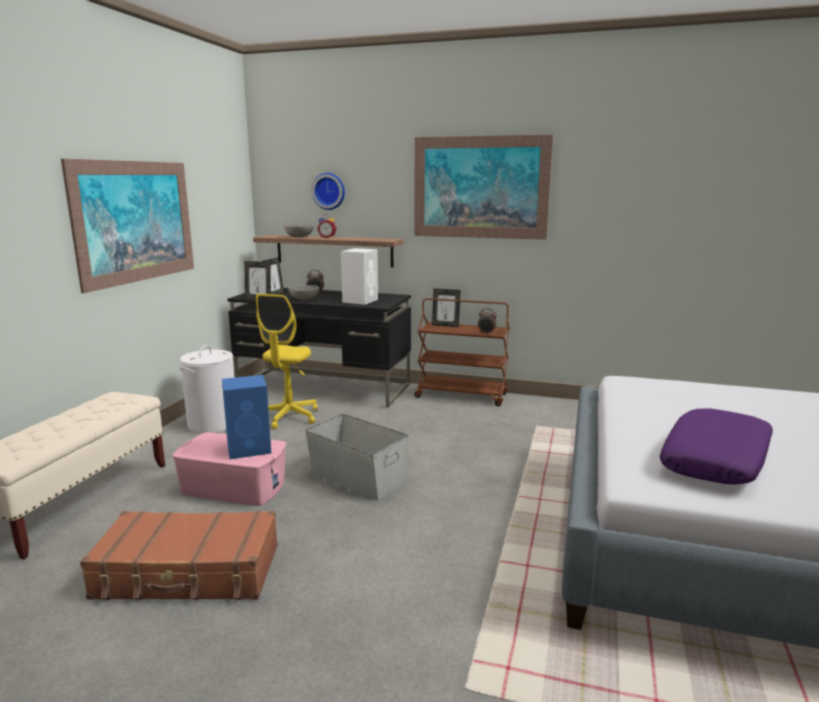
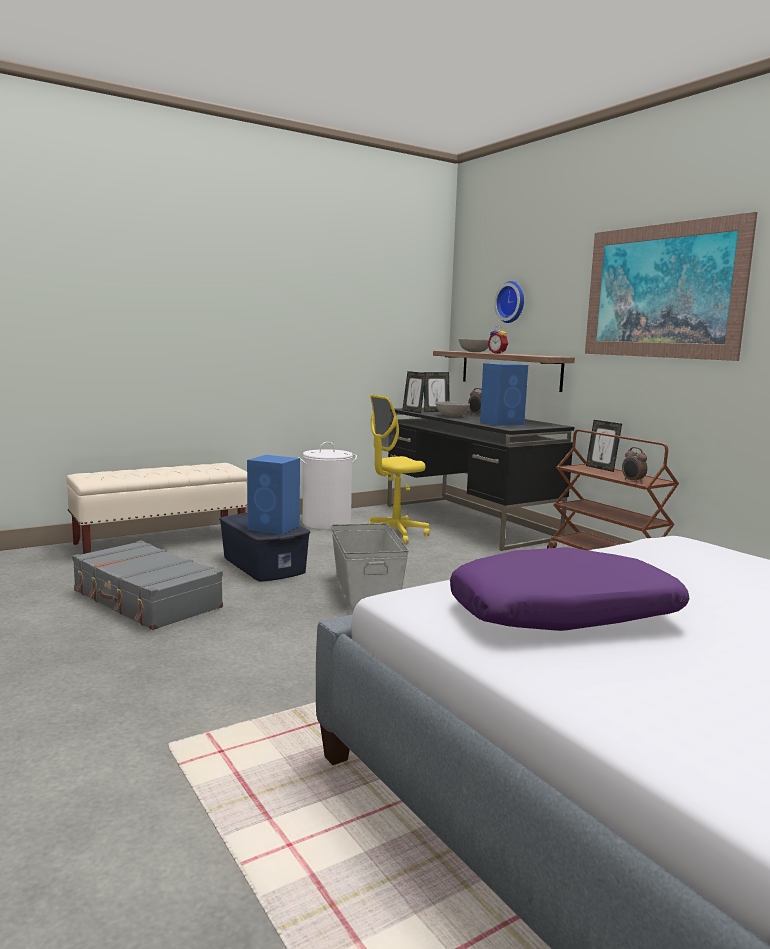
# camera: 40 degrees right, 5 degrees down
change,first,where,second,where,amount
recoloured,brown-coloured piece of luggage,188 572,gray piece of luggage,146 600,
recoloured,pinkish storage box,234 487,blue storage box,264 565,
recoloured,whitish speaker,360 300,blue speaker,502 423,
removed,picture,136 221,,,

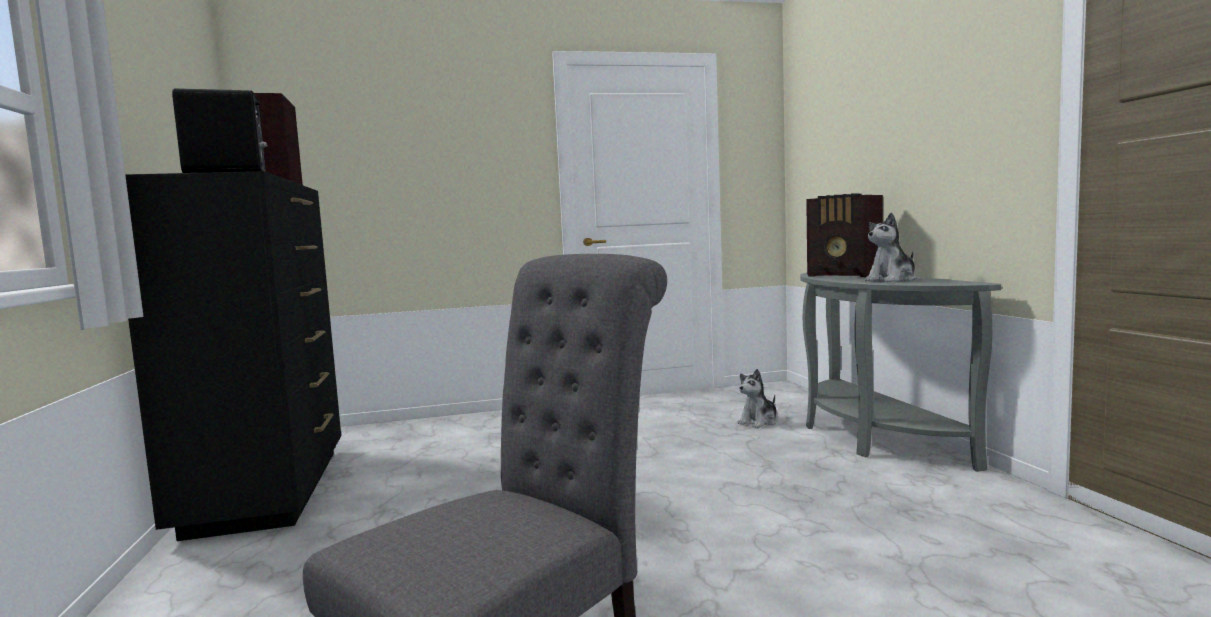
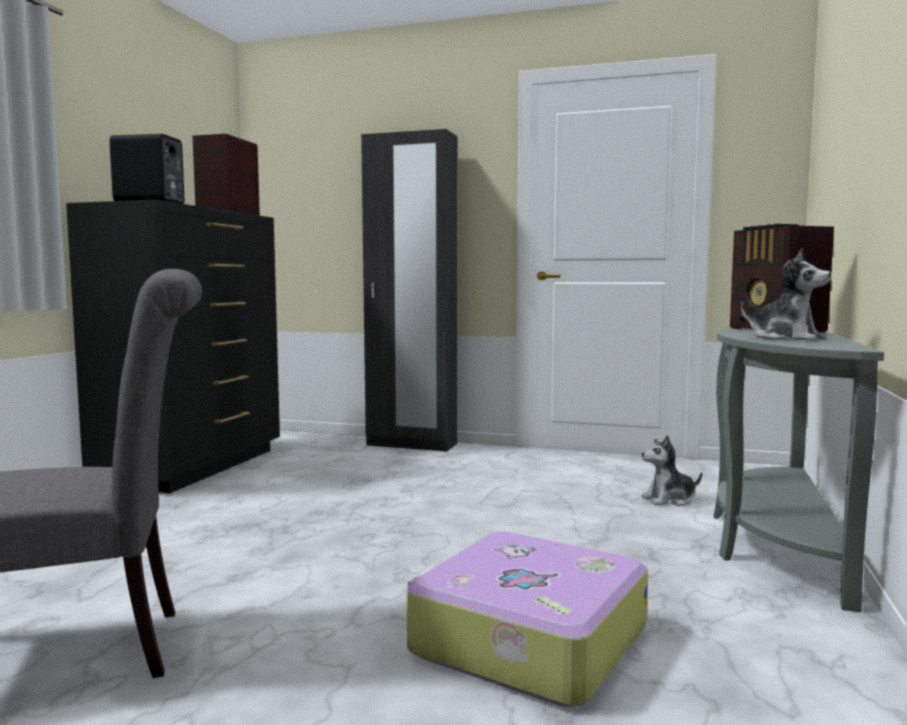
# camera: 30 degrees right, 0 degrees up
change,first,where,second,where,amount
added,,,black-coloured clothes cupboard,411 445,
added,,,piece of luggage,526 640,
turned,soft toy,892 280,,785 338,135 degrees counterclockwise

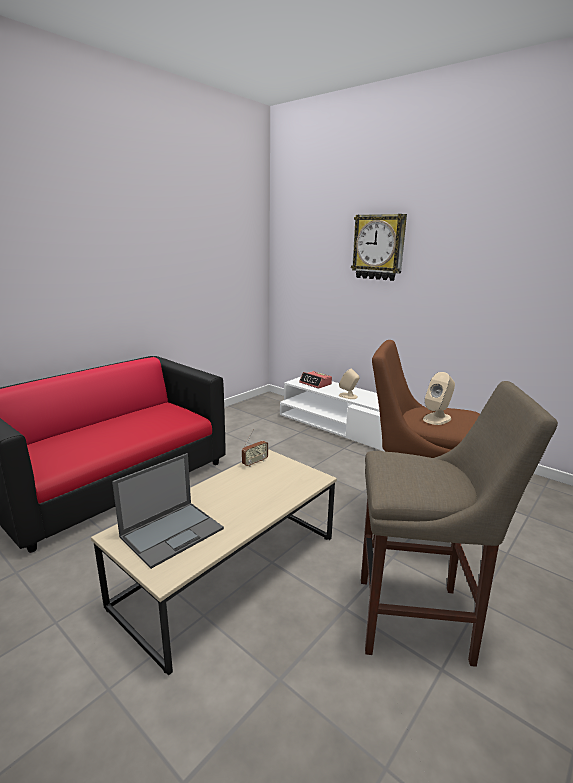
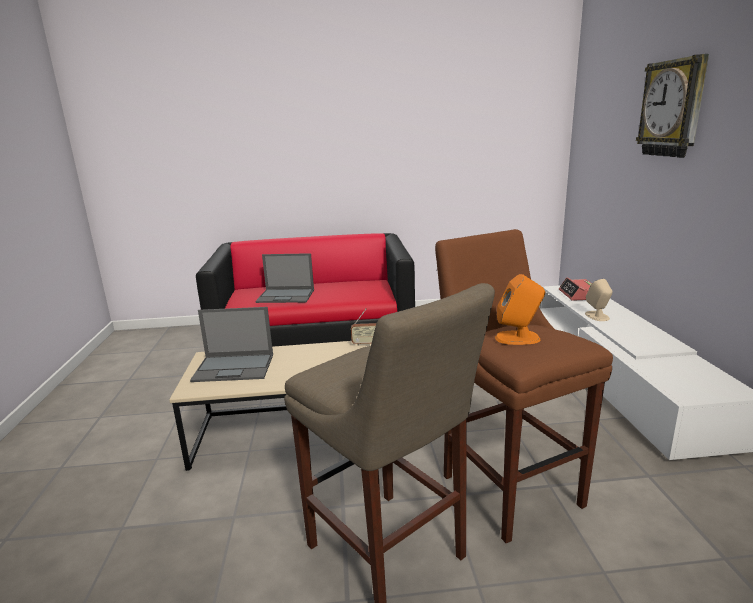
# camera: 45 degrees right, 0 degrees up
change,first,where,second,where,amount
added,,,laptop,286 296,
recoloured,beige speaker,437 418,orange speaker,518 338,

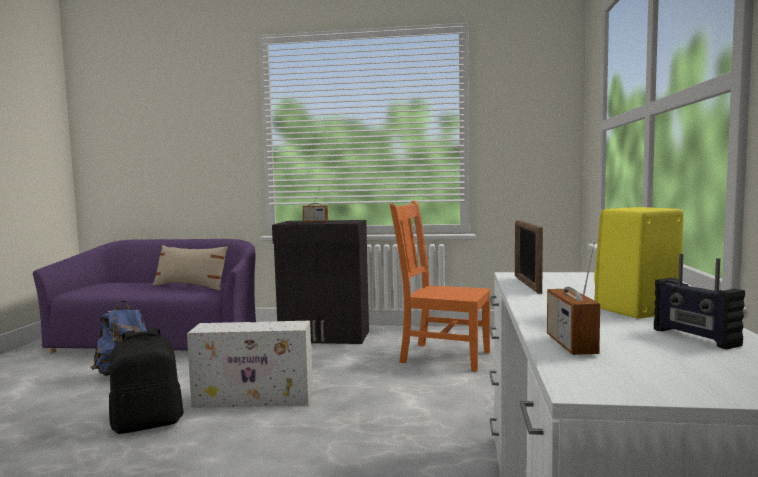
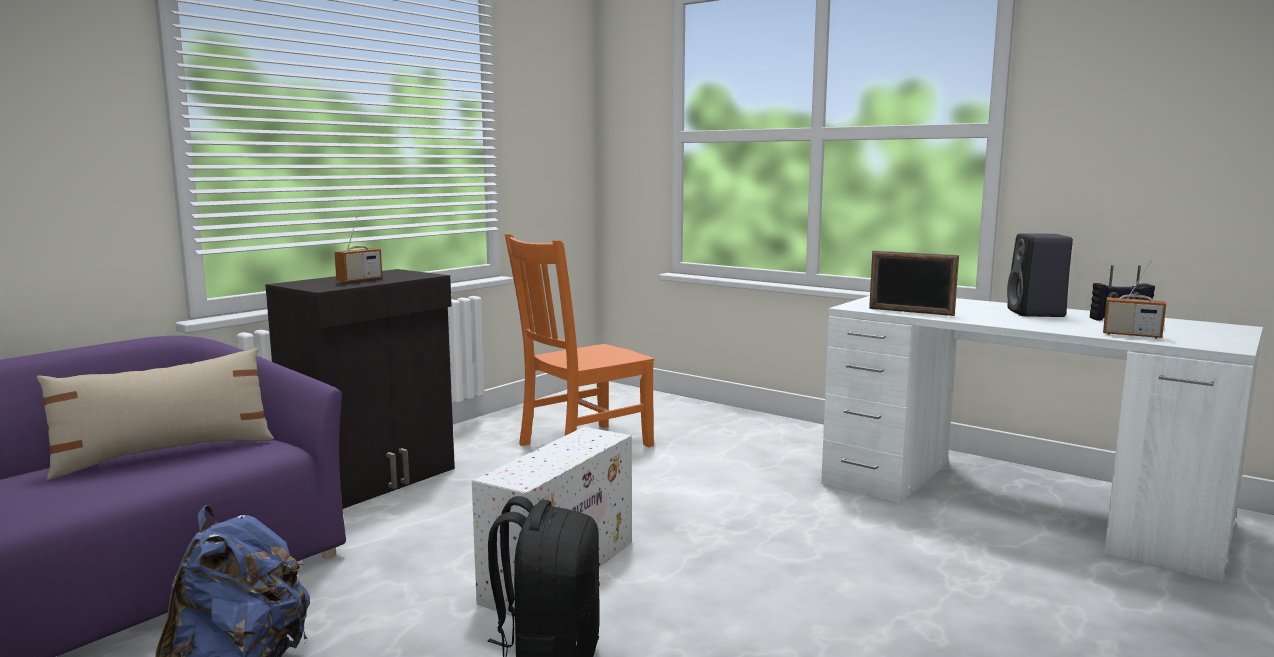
# camera: 60 degrees left, 5 degrees up
change,first,where,second,where,amount
recoloured,yellow speaker,635 310,black-coloured speaker,1037 313,

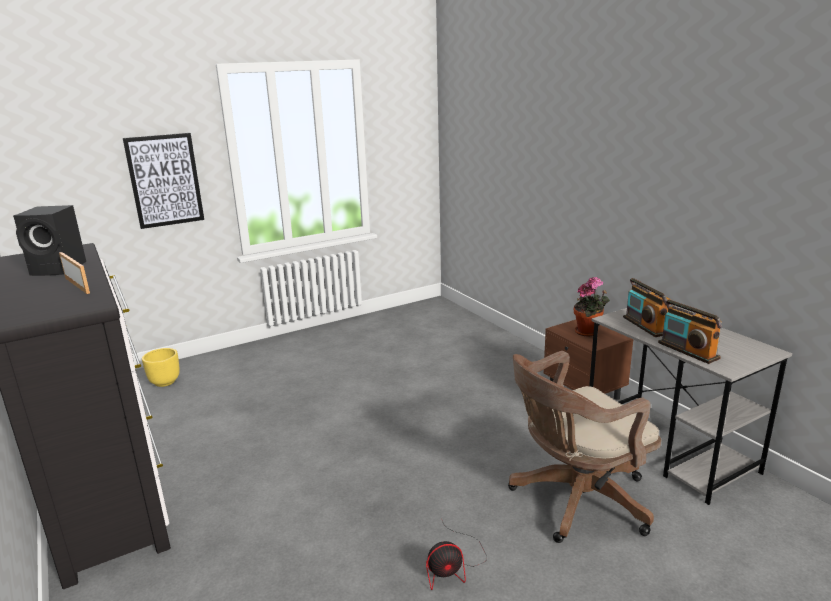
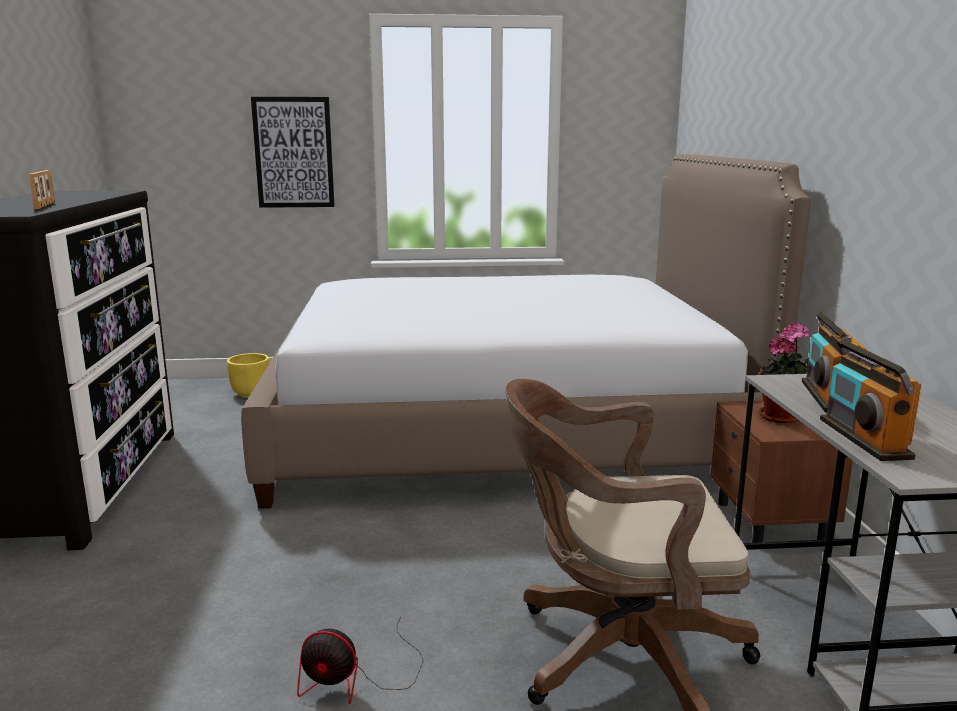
# camera: 25 degrees right, 5 degrees down
change,first,where,second,where,amount
added,,,bed,502 431,
removed,black-coloured speaker,60 269,,,

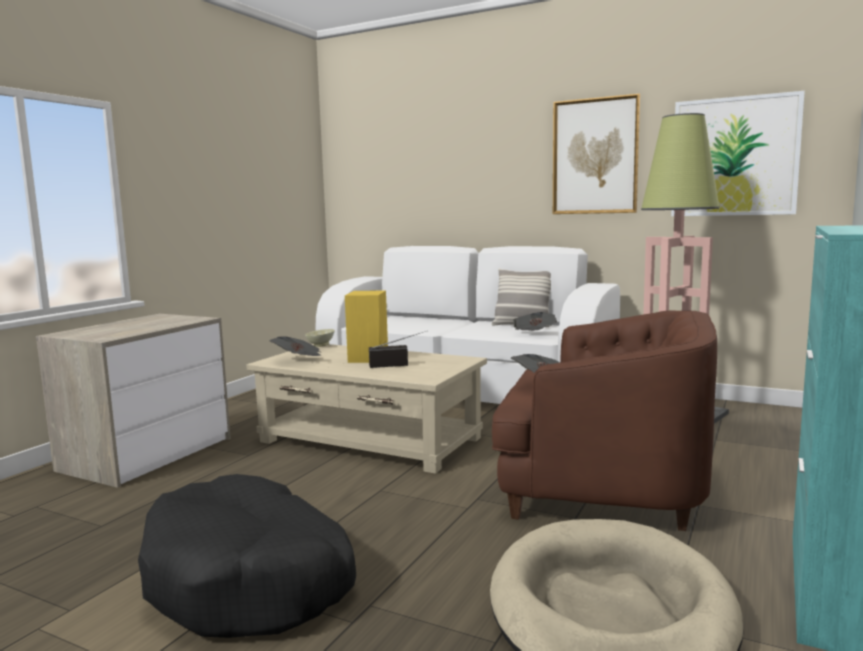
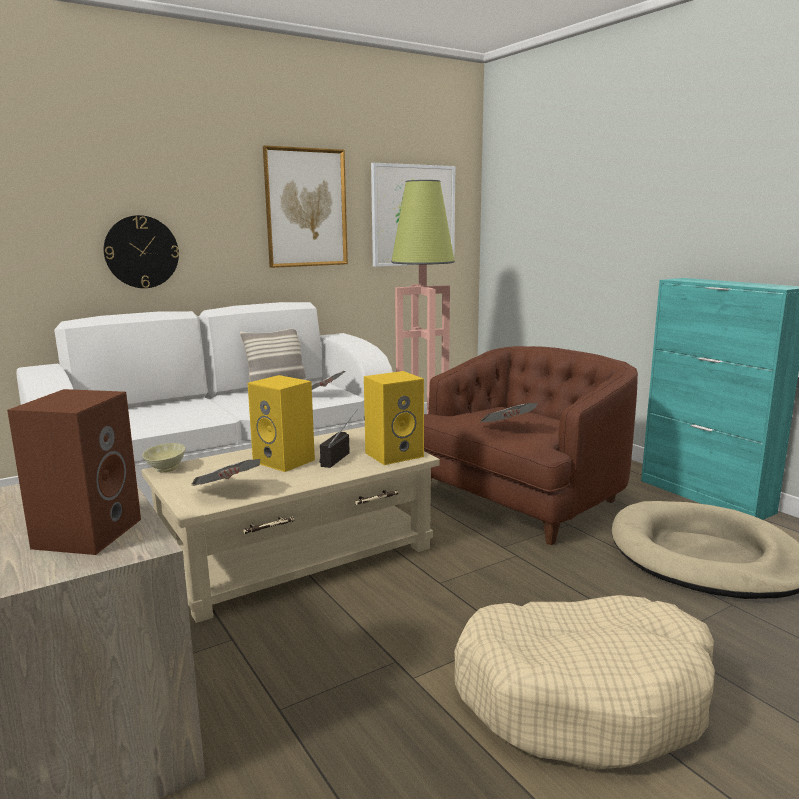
# camera: 60 degrees left, 5 degrees up
change,first,where,second,where,amount
added,,,brown-coloured speaker,87 532,
added,,,clock on the wall,141 252,
added,,,yellow speaker,395 454,
recoloured,black-coloured pet bed,249 579,beige pet bed,584 696,

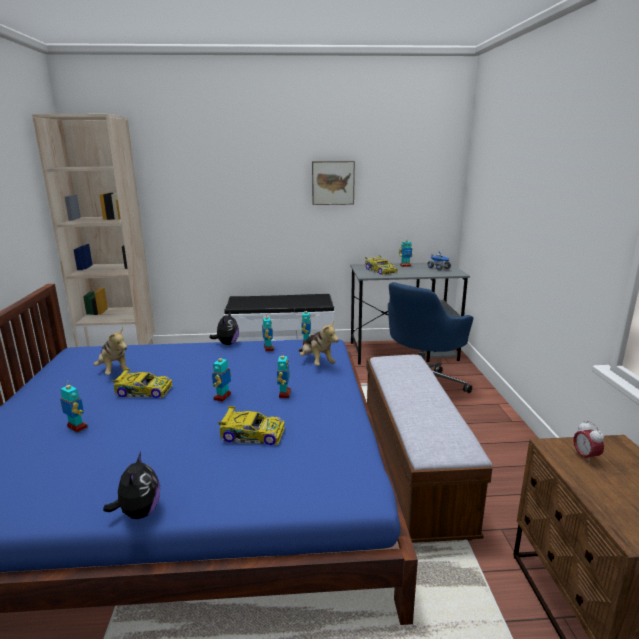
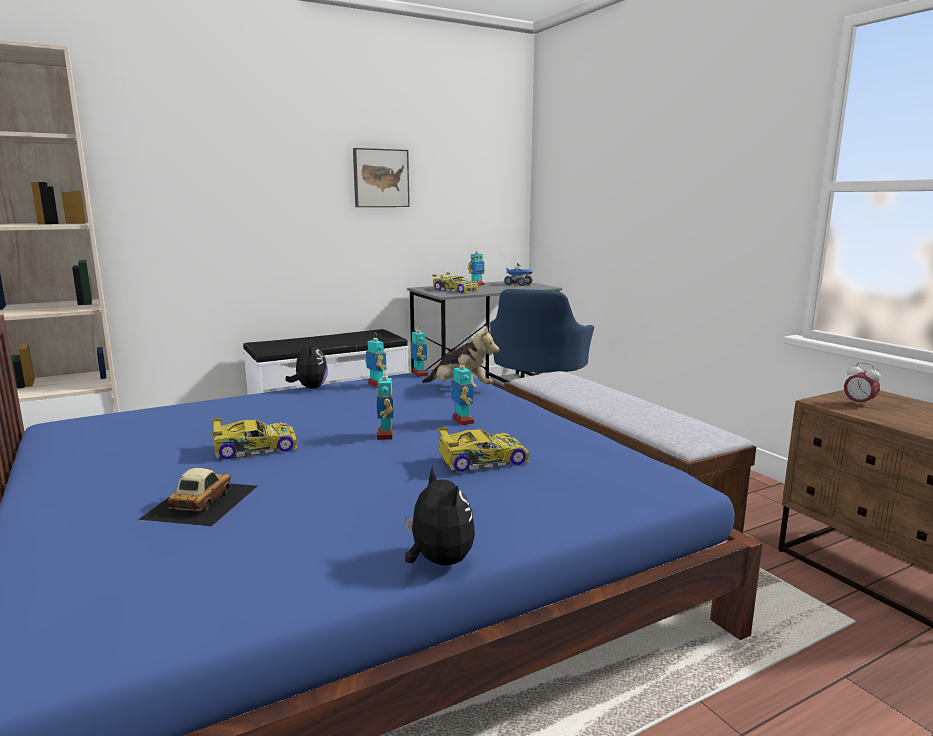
# camera: 25 degrees left, 5 degrees down
change,first,where,second,where,amount
replaced,model robot,77 427,toy car,200 502,
removed,soft toy,114 371,,,

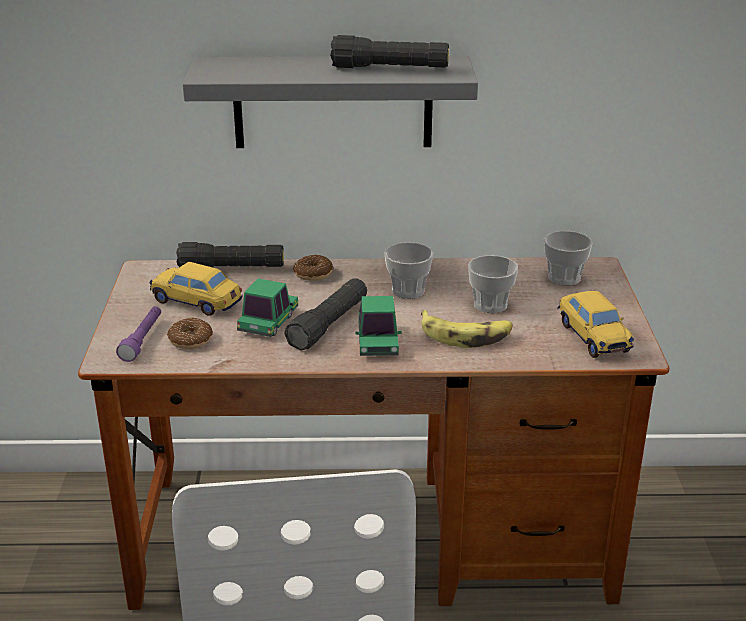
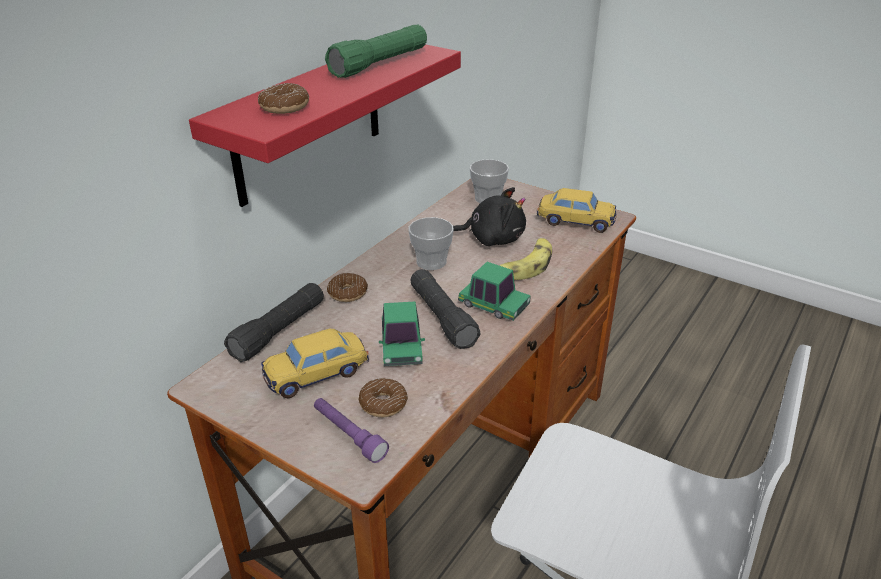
# camera: 55 degrees left, 5 degrees up
change,first,where,second,where,amount
recoloured,gray bracket shelf,333 102,red-coloured bracket shelf,309 121,
added,,,donut,284 107,
recoloured,black-coloured torch,390 68,green torch,380 64,
turned,toy car,268 322,,401 347,150 degrees counterclockwise
replaced,drinking cup,490 305,black-coloured soft toy,492 239,

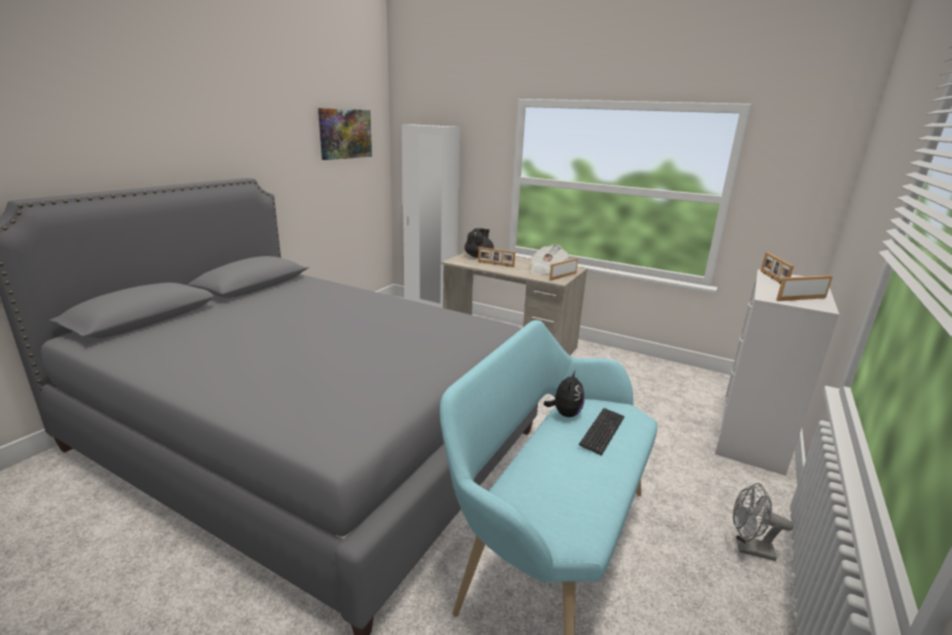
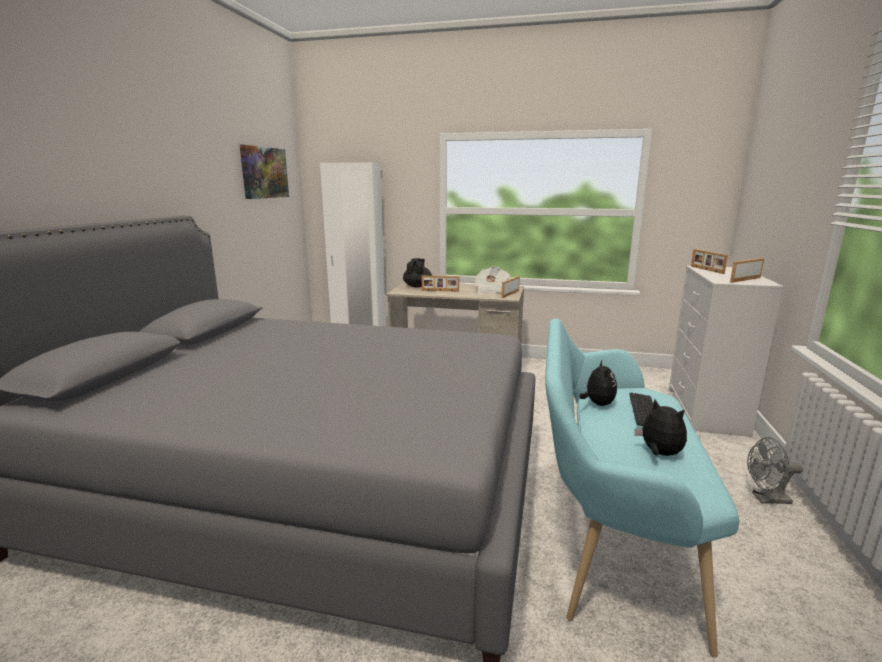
# camera: 15 degrees left, 5 degrees down
change,first,where,second,where,amount
added,,,soft toy,659 453,

